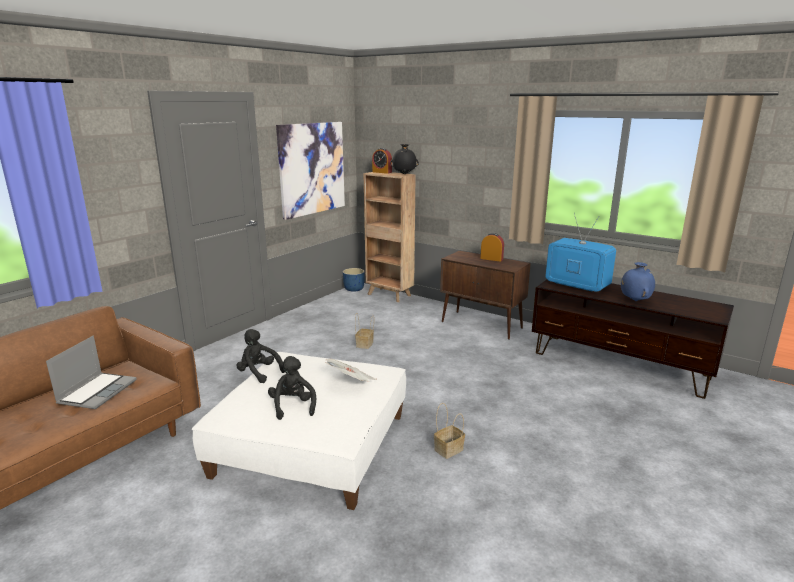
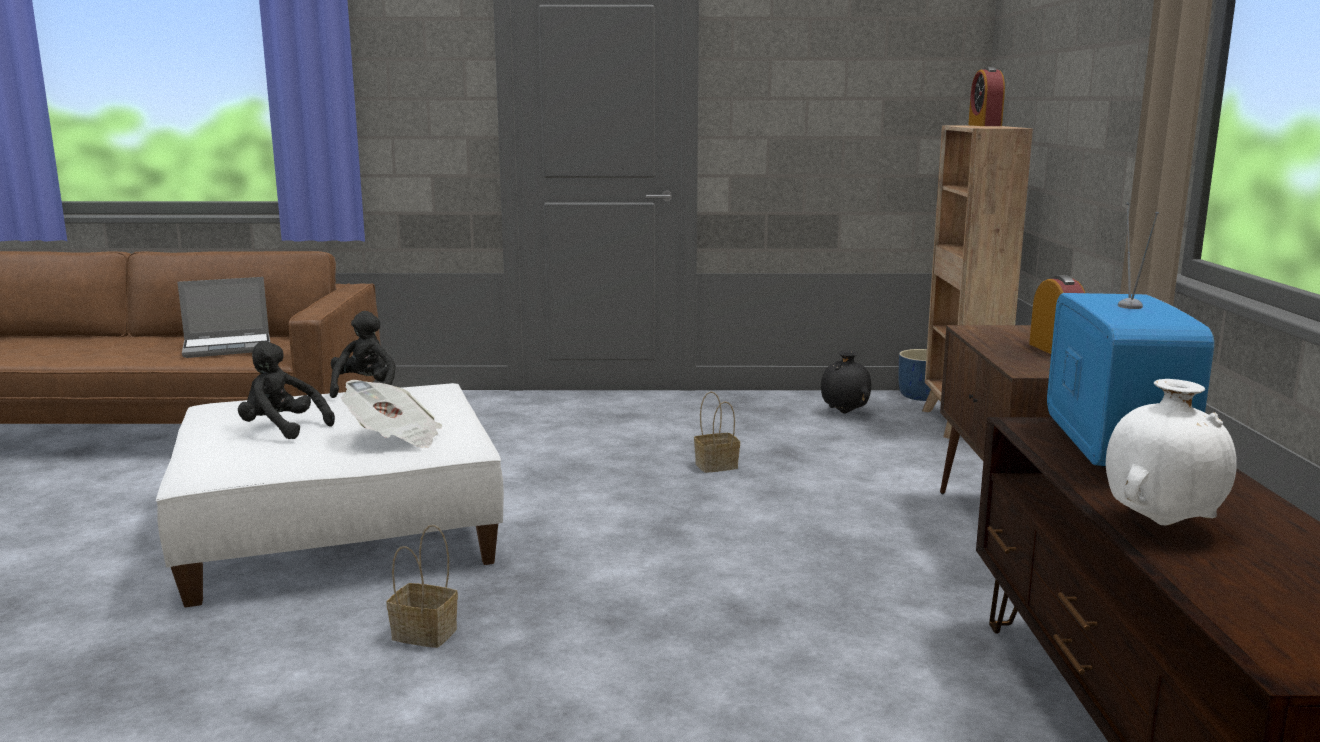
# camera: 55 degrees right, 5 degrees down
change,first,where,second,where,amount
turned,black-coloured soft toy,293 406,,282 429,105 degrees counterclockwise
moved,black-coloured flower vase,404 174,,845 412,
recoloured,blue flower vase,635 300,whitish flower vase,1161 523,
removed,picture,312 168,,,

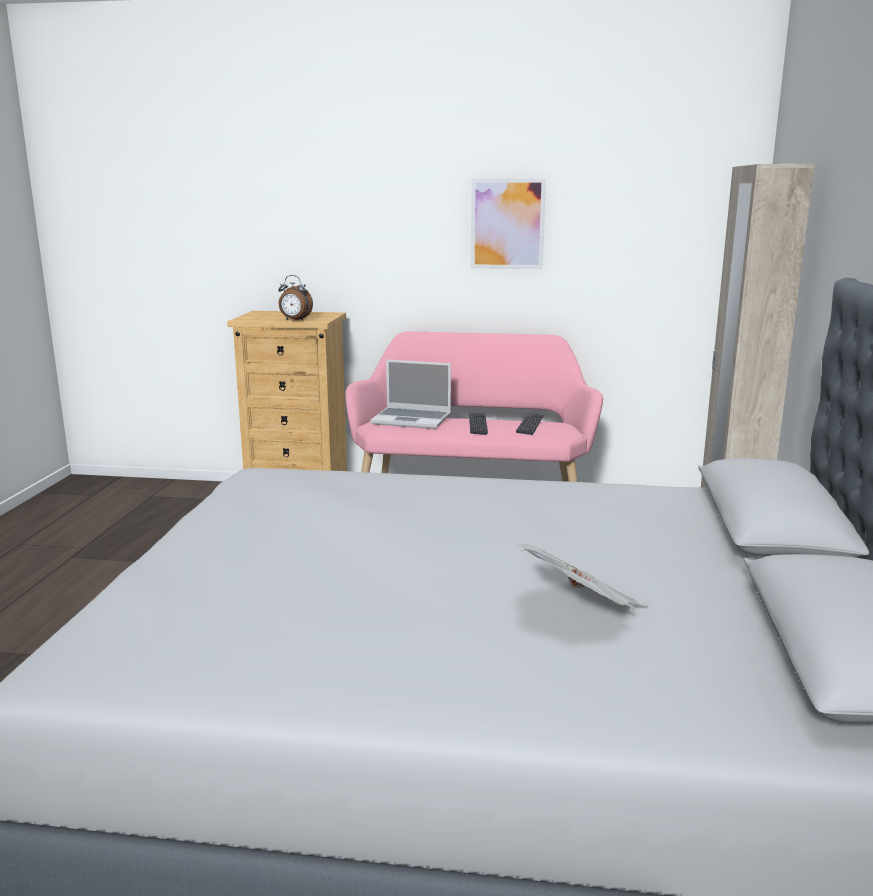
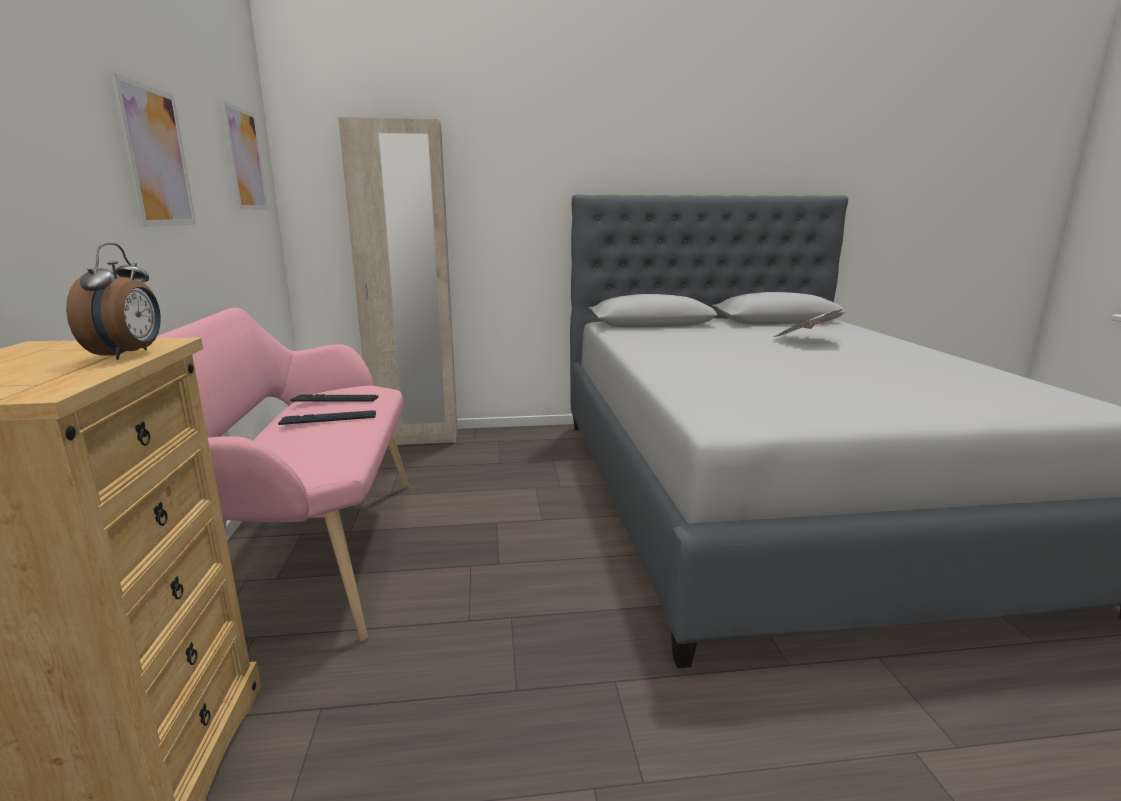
# camera: 105 degrees left, 0 degrees up
change,first,where,second,where,amount
added,,,picture,245 160,
removed,laptop,413 420,,,

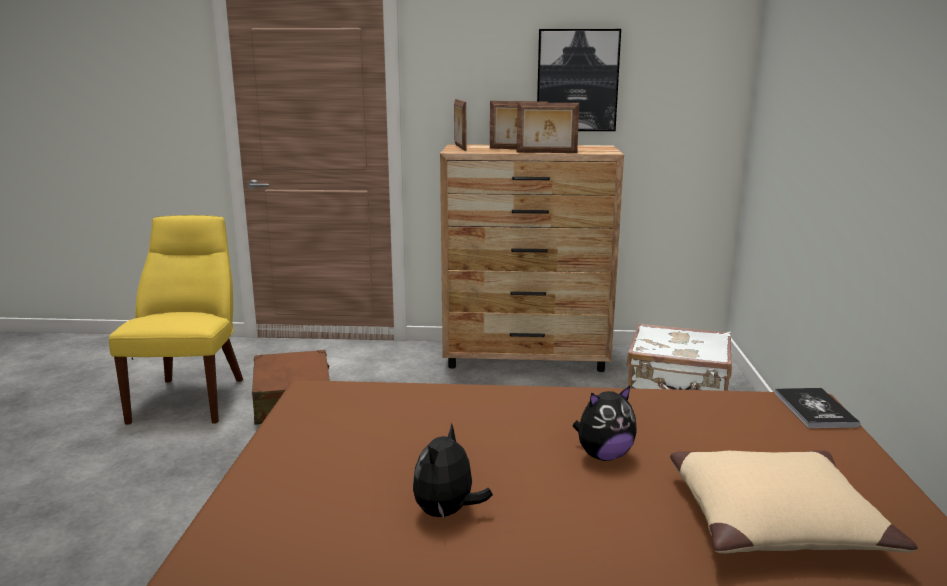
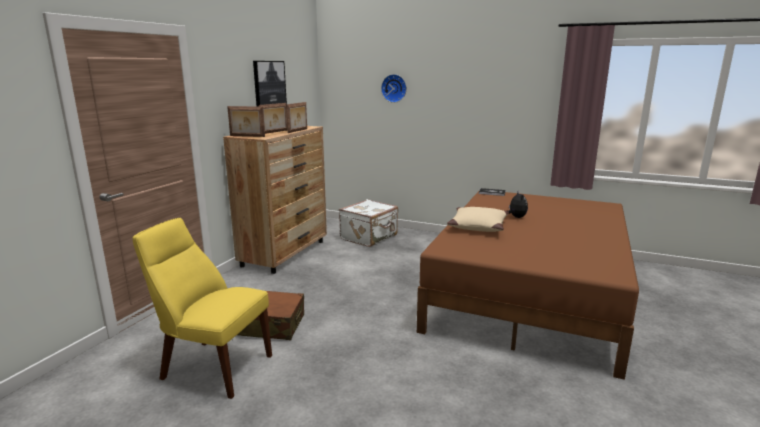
# camera: 70 degrees left, 0 degrees up
change,first,where,second,where,amount
added,,,clock on the wall,394 88,
moved,beige pillow,774 520,,477 226,
removed,soft toy,447 513,,,

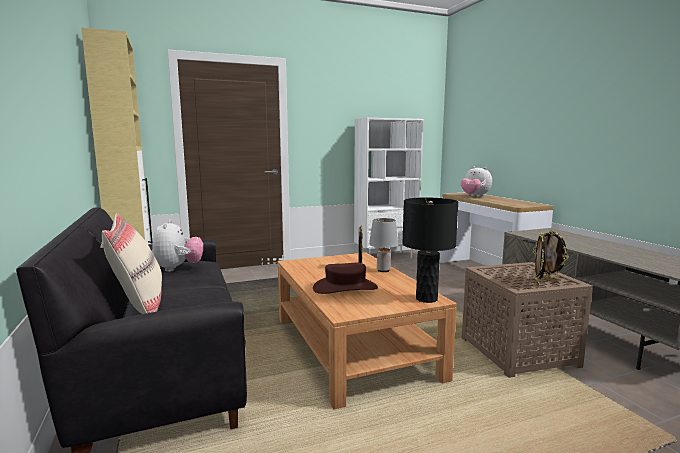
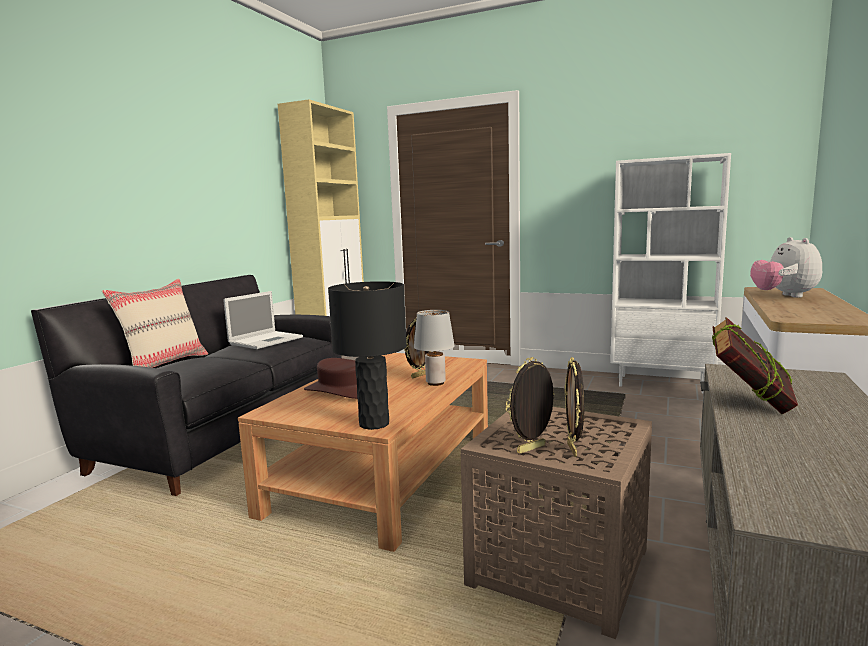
# camera: 45 degrees right, 0 degrees up
change,first,where,second,where,amount
replaced,soft toy,178 268,laptop,267 340,
added,,,volume,749 404,

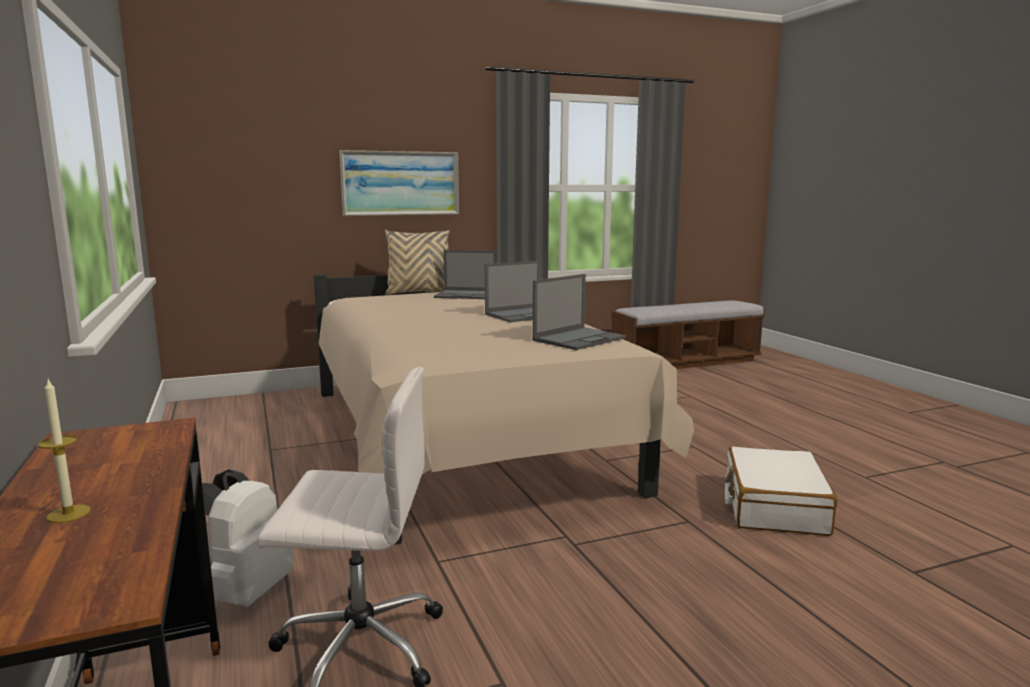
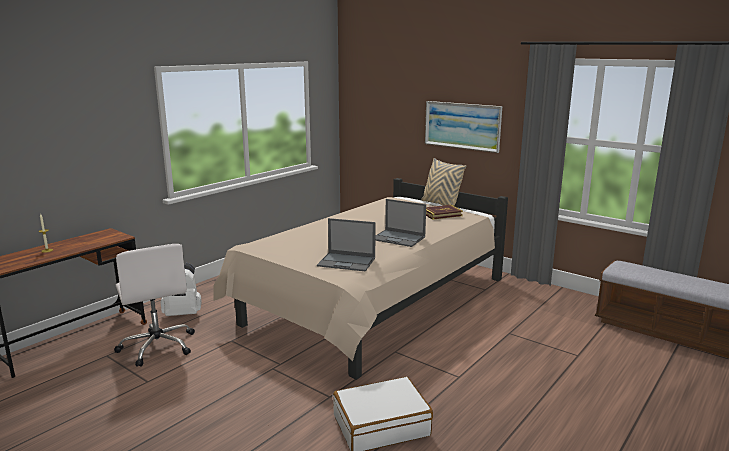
# camera: 60 degrees right, 5 degrees up
change,first,where,second,where,amount
replaced,laptop,466 295,volume,441 214,

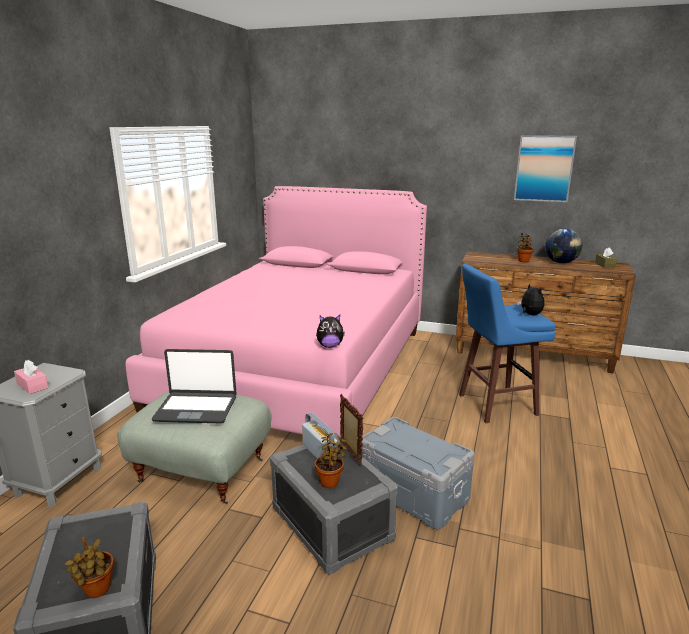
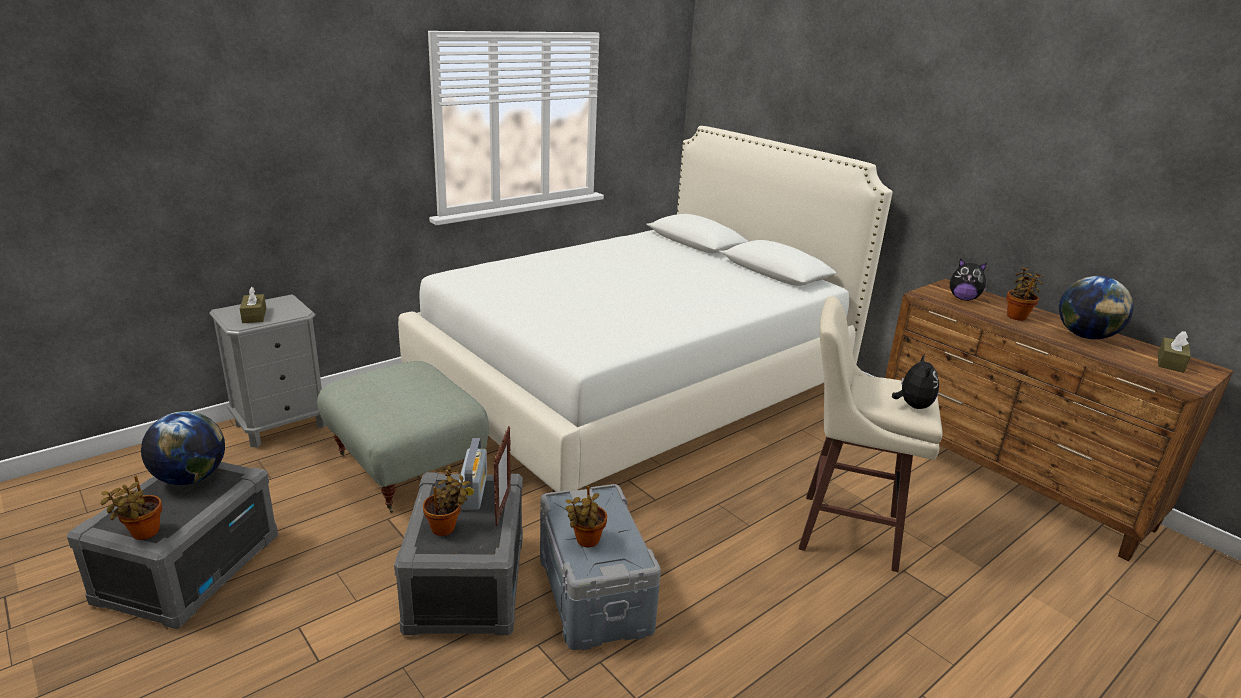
# camera: 30 degrees right, 5 degrees up
change,first,where,second,where,amount
added,,,globe,190 478,
recoloured,pinkish box of tissues,32 386,brown-coloured box of tissues,254 315,
recoloured,pinkish bed,300 368,whitish bed,635 386,
added,,,potted plant,586 541,
recoloured,blue sitting stool,494 405,beige sitting stool,844 530,
moved,soft toy,330 346,,963 299,
removed,laptop,196 408,,,
removed,picture,544 168,,,

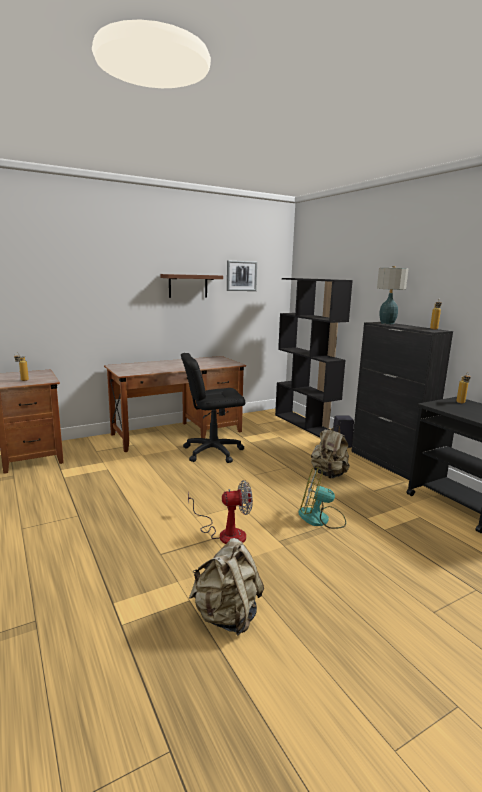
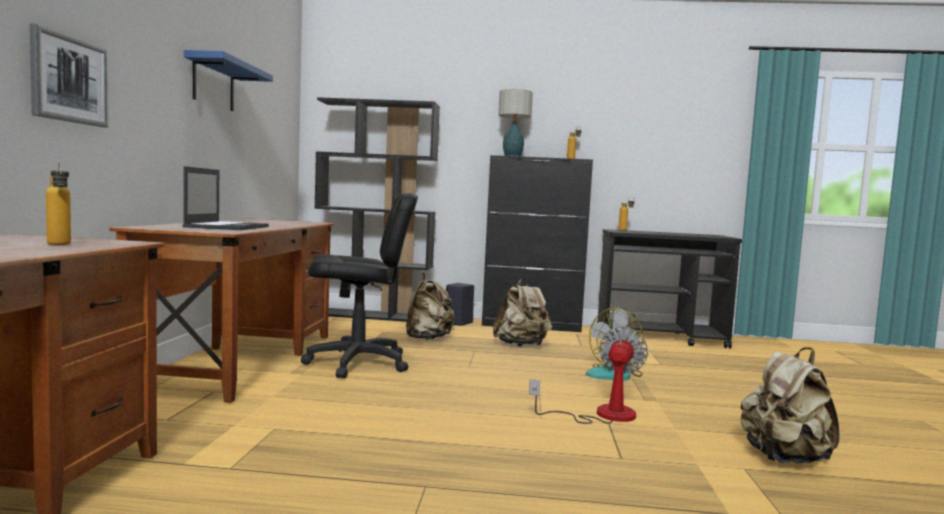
# camera: 55 degrees left, 10 degrees down
change,first,where,second,where,amount
moved,picture,241 276,,69 79,
added,,,laptop,228 227,
recoloured,brown-coloured bracket shelf,188 286,blue bracket shelf,213 84,
turned,black-coloured desk chair,212 452,,358 363,120 degrees counterclockwise
added,,,beige backpack,428 339,

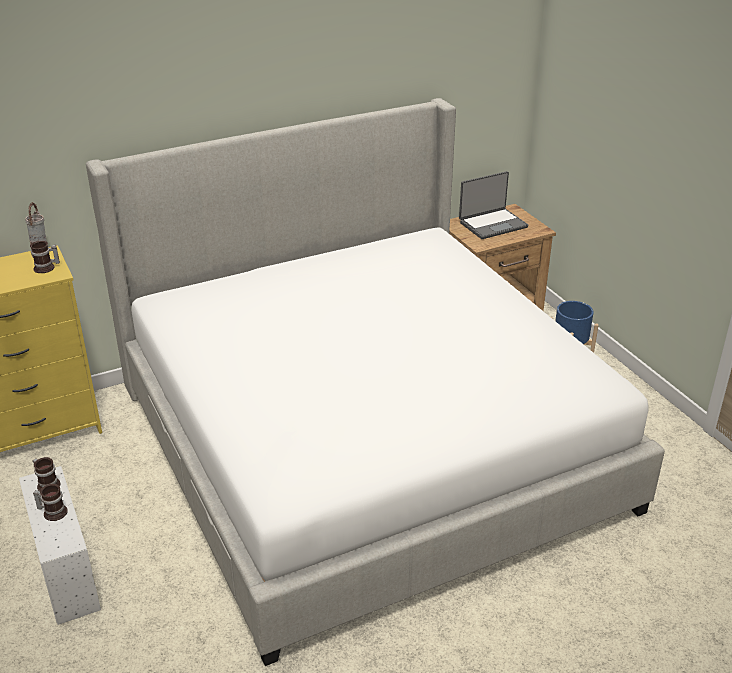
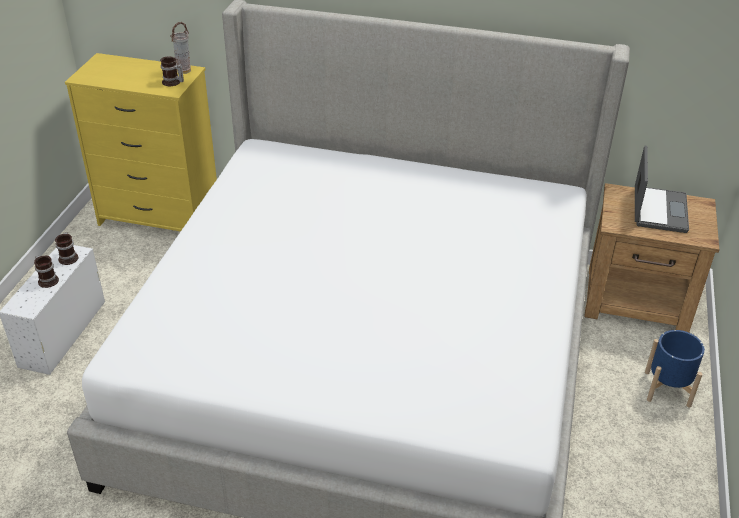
# camera: 40 degrees right, 5 degrees up
change,first,where,second,where,amount
turned,laptop,492 224,,658 210,90 degrees counterclockwise

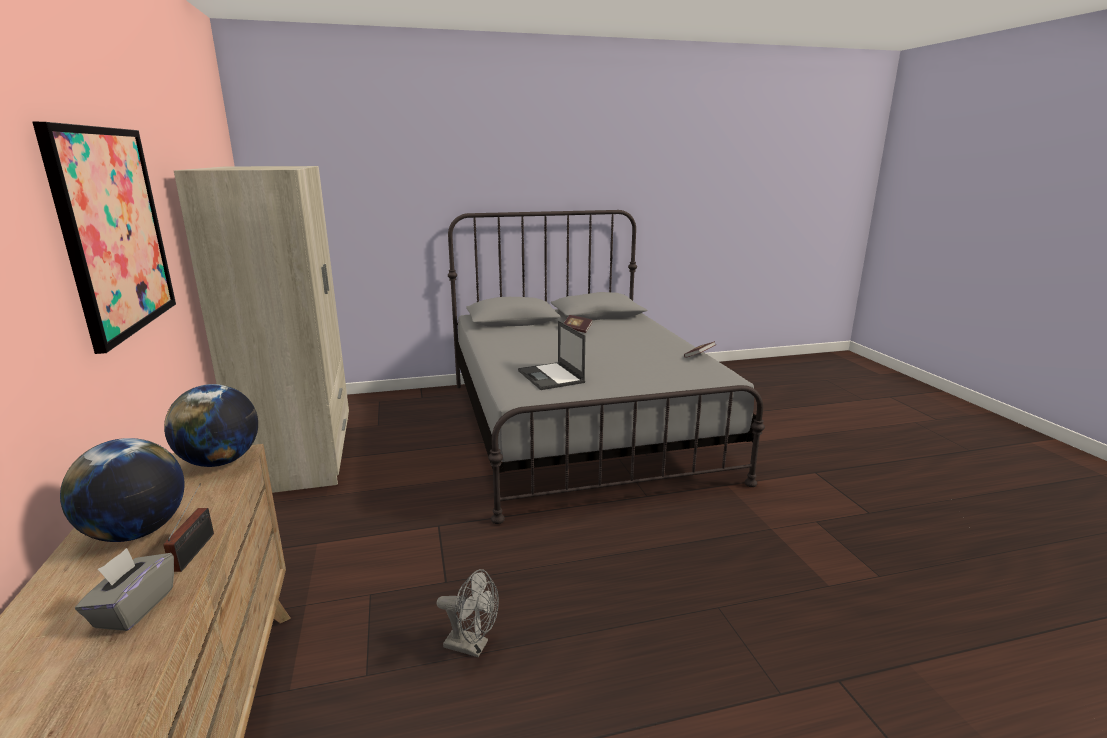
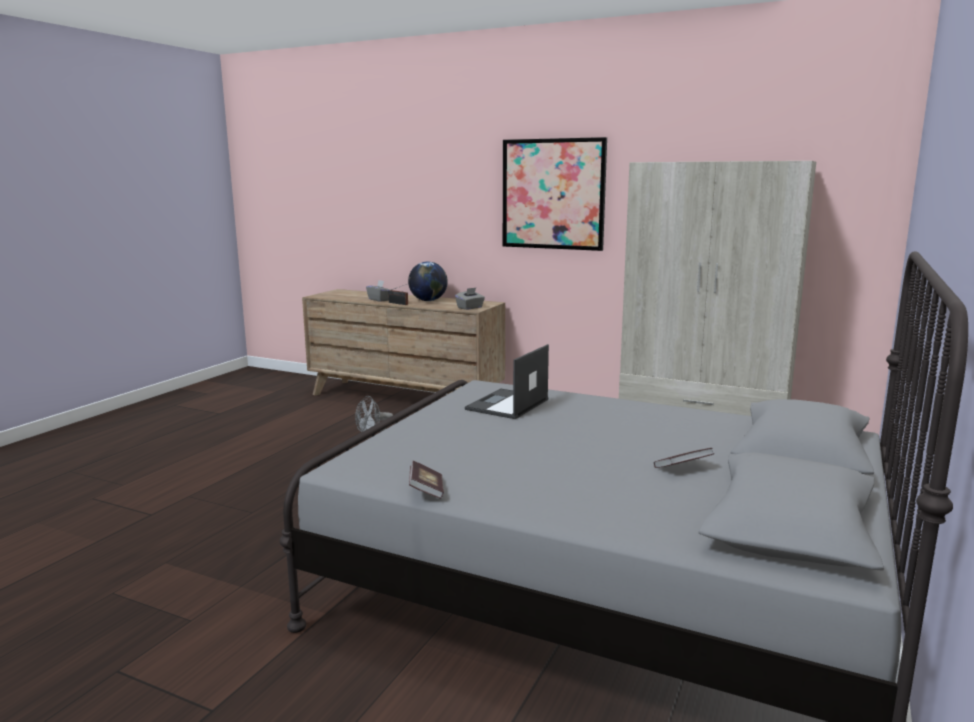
# camera: 130 degrees right, 5 degrees down
change,first,where,second,where,amount
replaced,globe,220 462,gray box of tissues,470 308,
turned,laptop,551 377,,507 405,75 degrees counterclockwise

